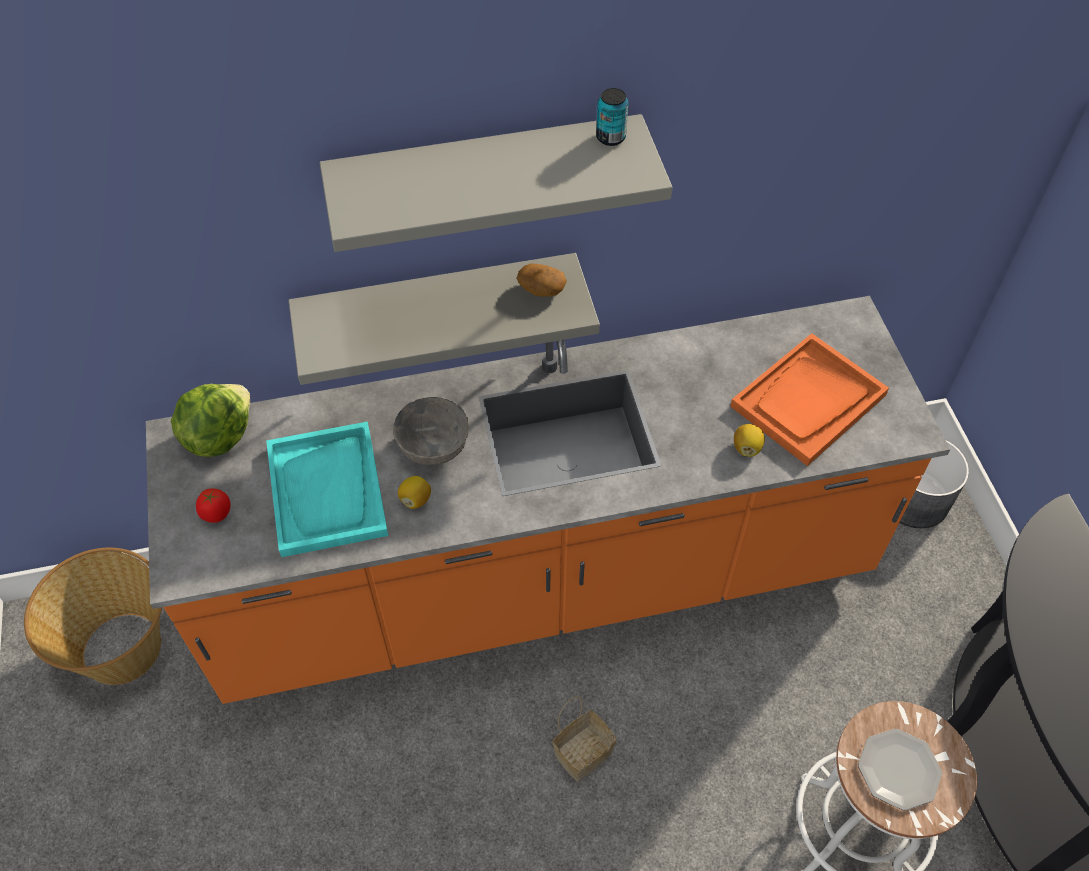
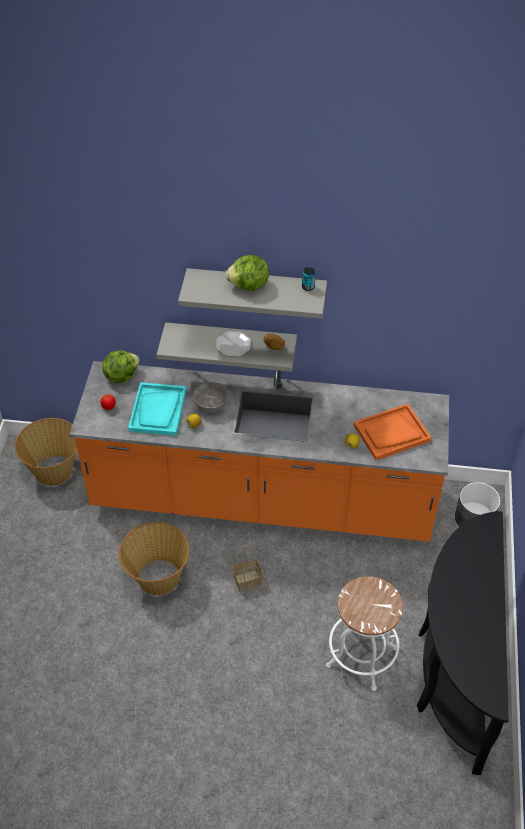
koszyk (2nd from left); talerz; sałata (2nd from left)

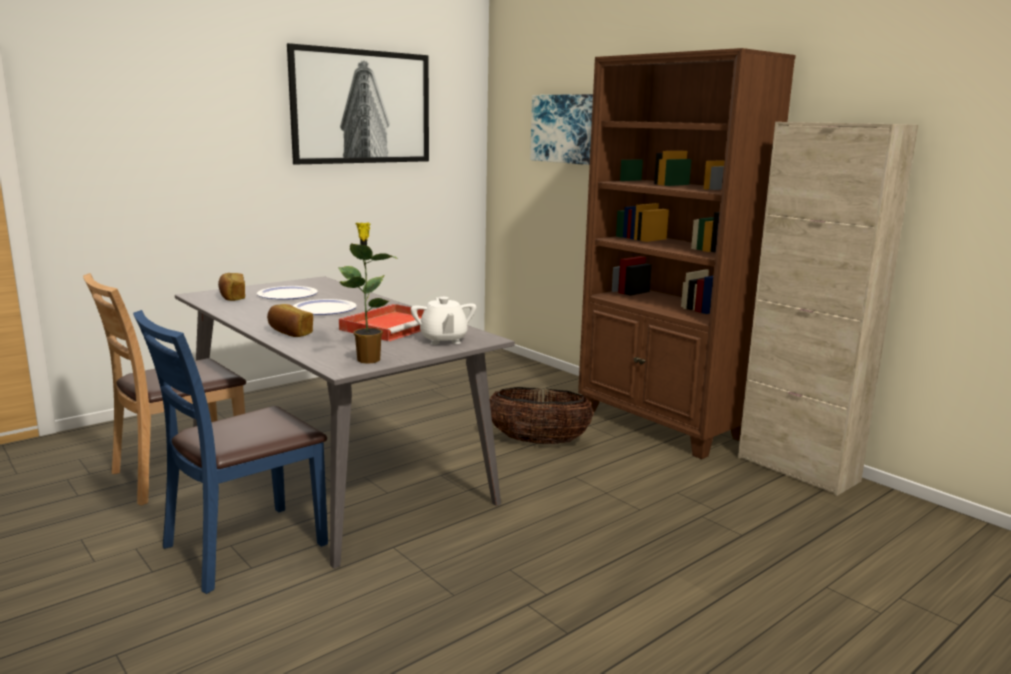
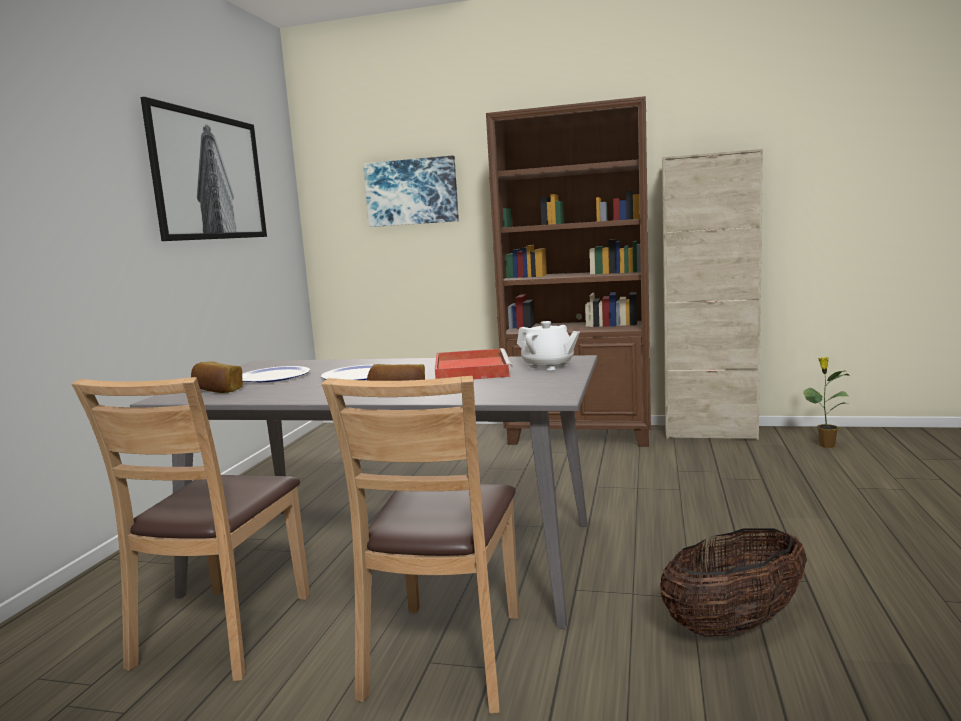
krzesło/brązowy (2nd from left); koszyk; roślina doniczkowa

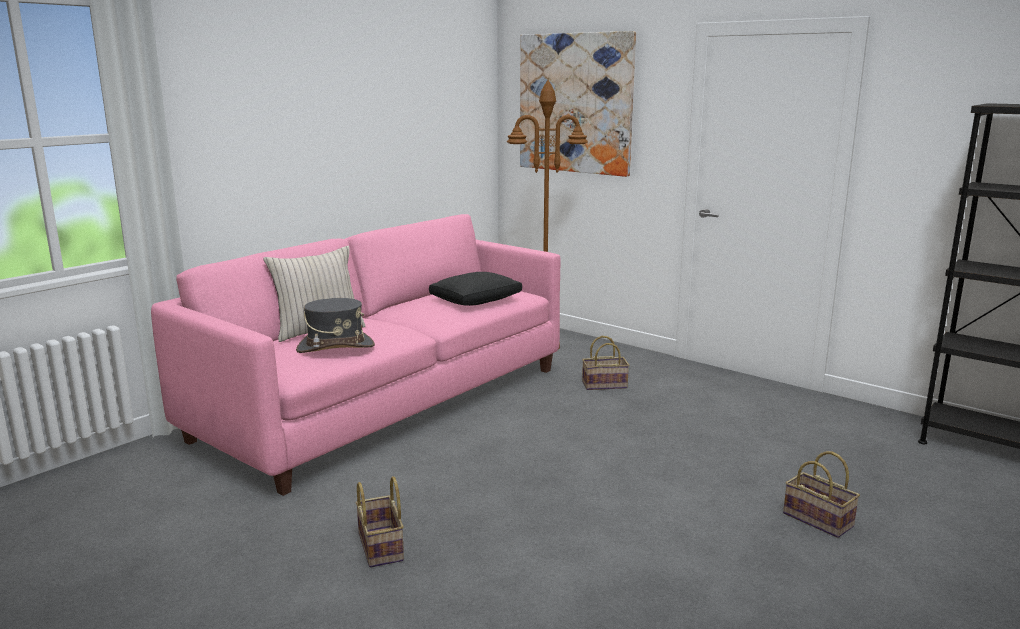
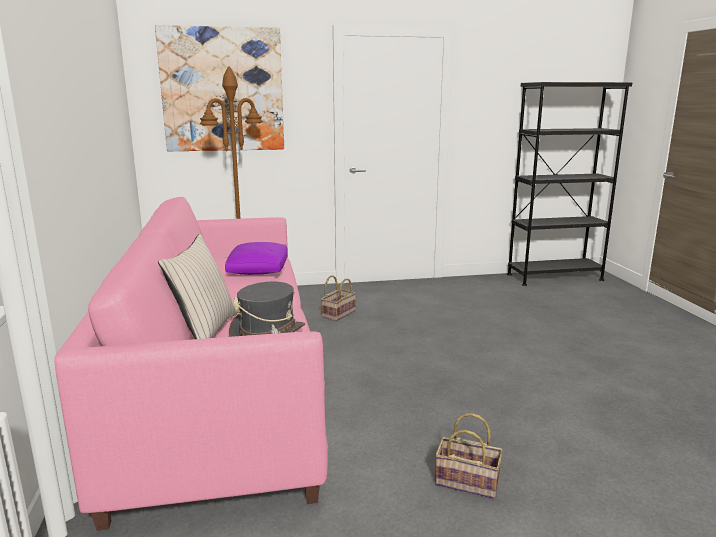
poduszka/fioletowy; koszyk (3rd from left in the first image)

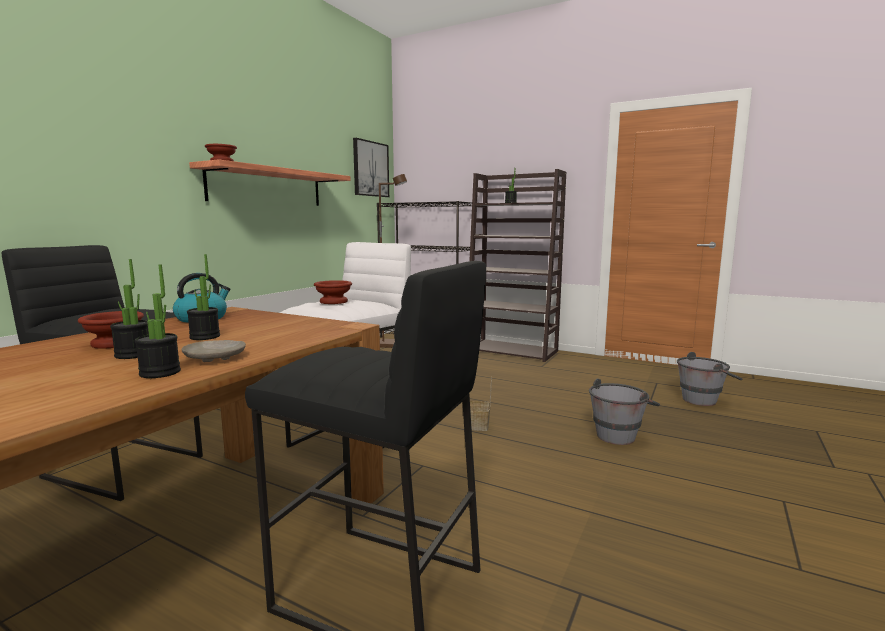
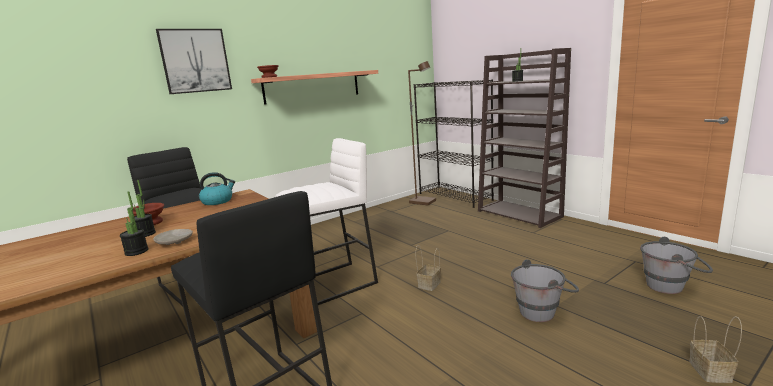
obraz; koszyk (2nd from left); roślina doniczkowa (3rd from left in the first image); miska/brązowy (3rd from left in the first image)

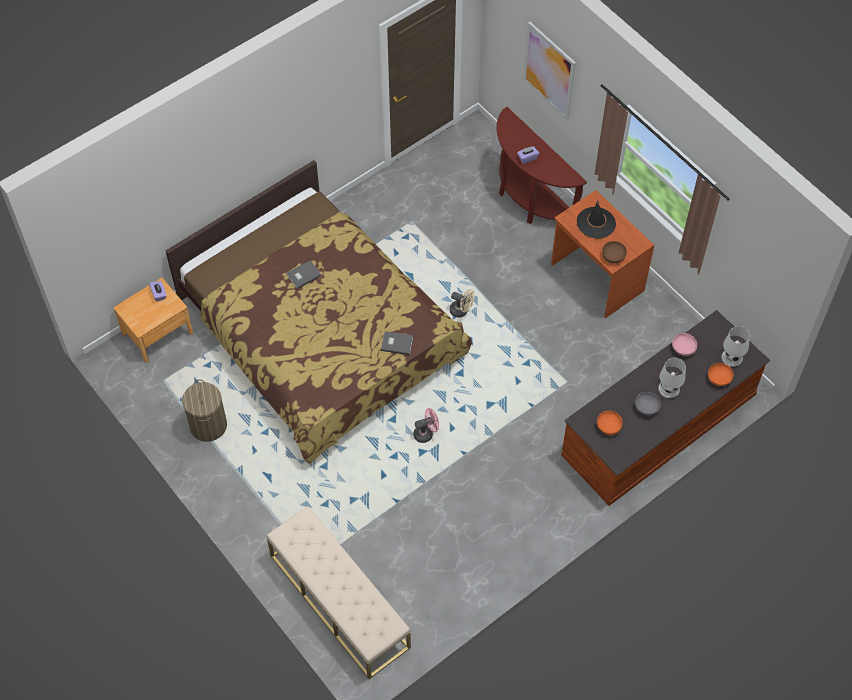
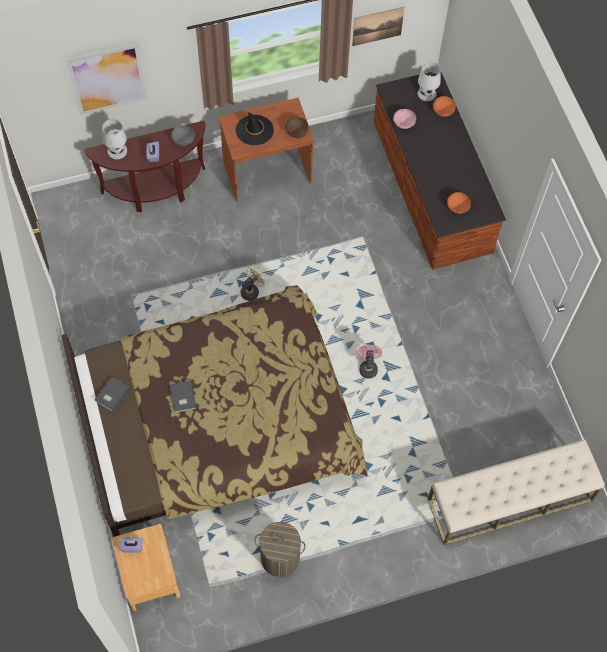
książka/szary (1st from left); lampa stołowa/biały (1st from left); miska/szary; obraz (2nd from left)

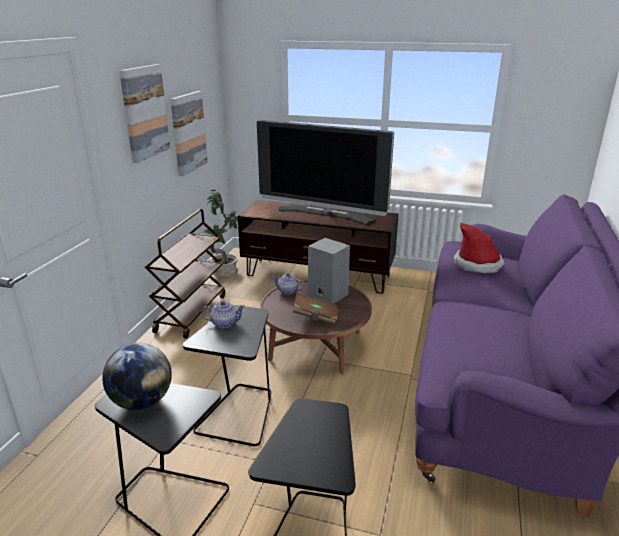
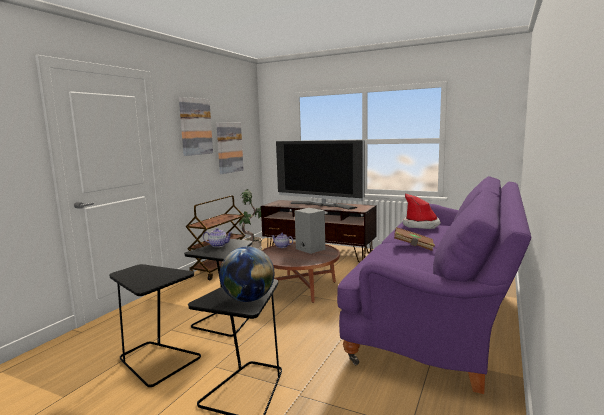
globus; książka/brązowy

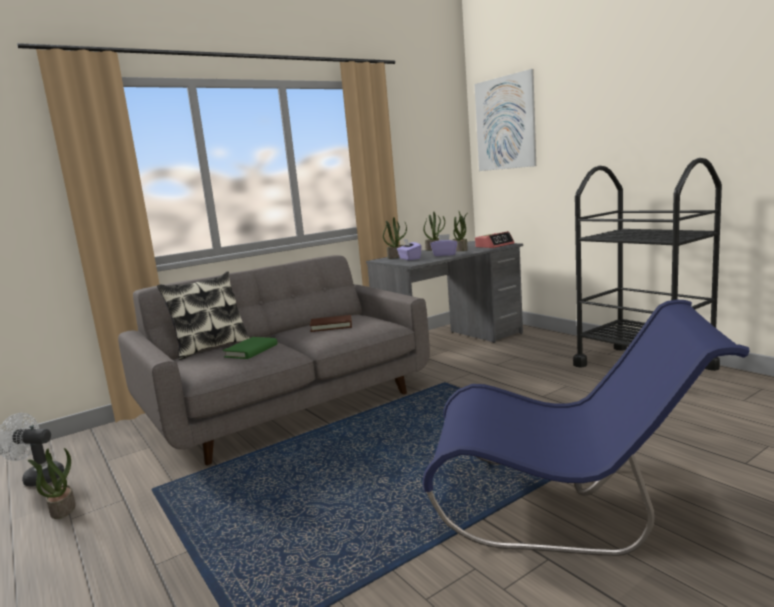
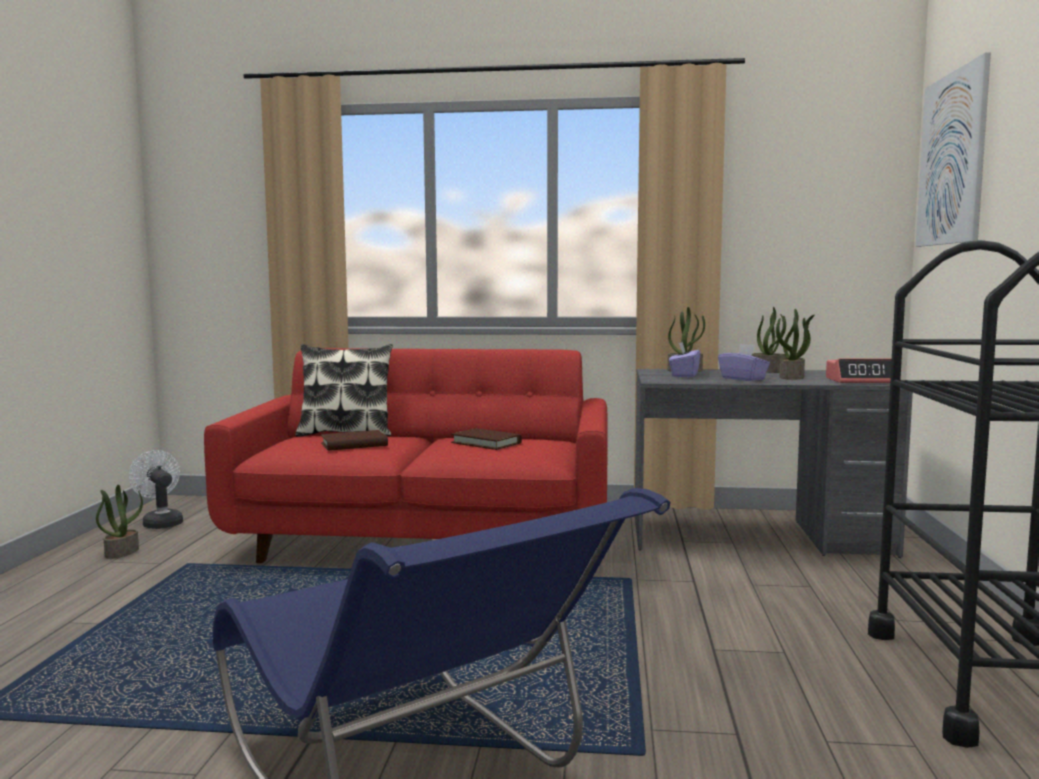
kanapa/czerwony; książka/brązowy (1st from left)

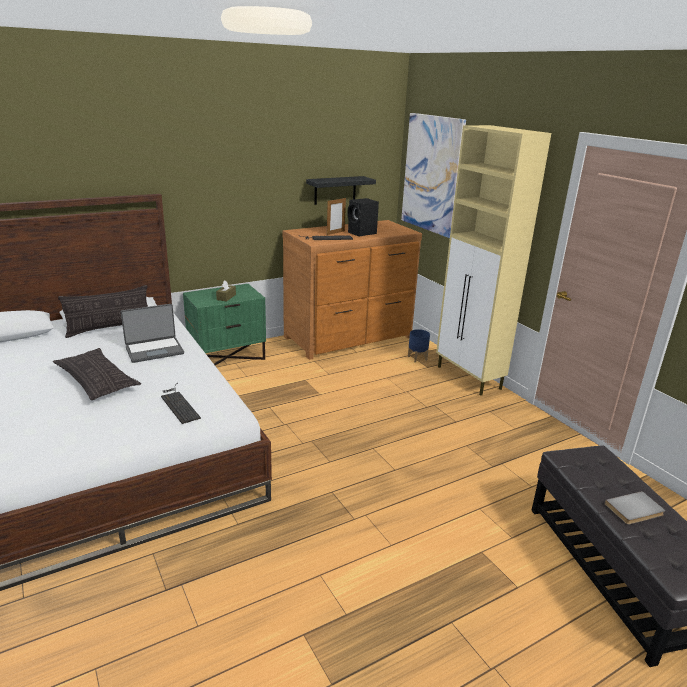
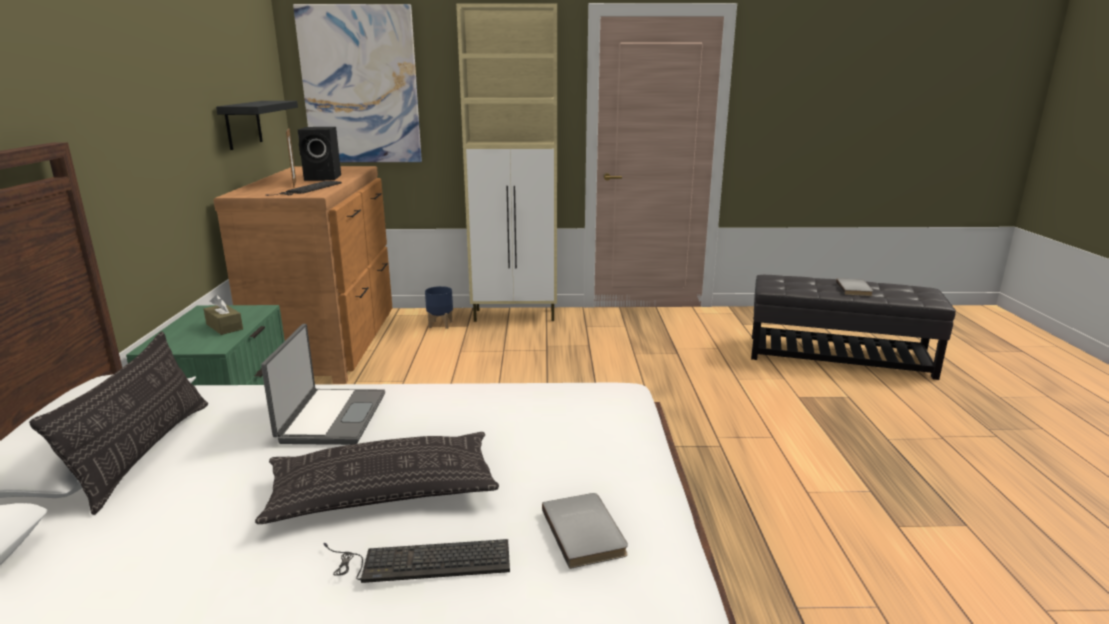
klawiatura (2nd from left); książka/szary (1st from left)

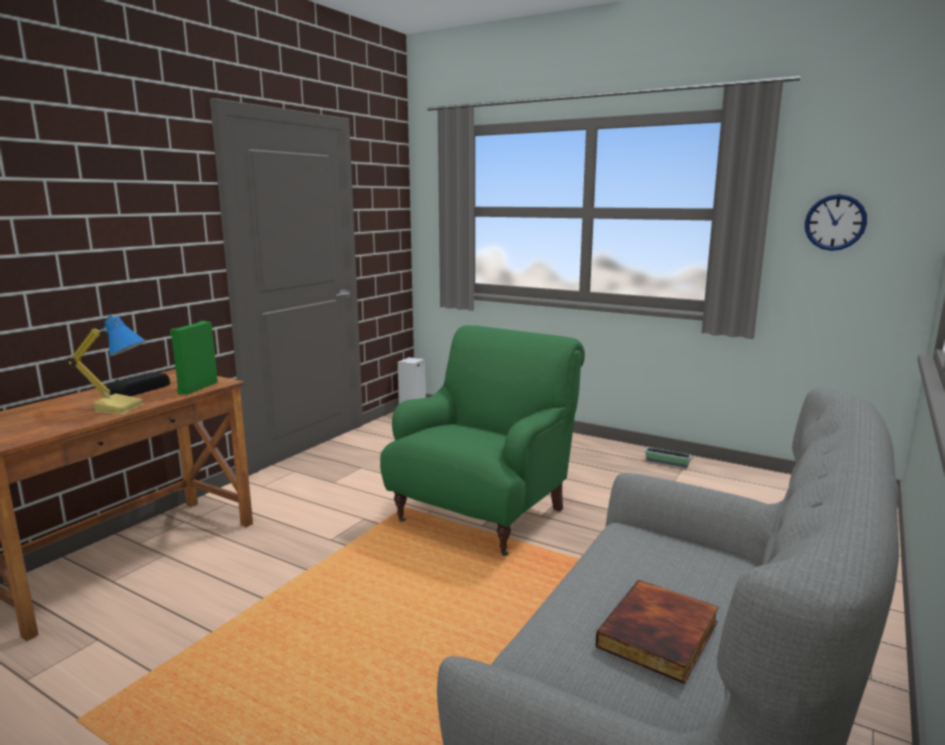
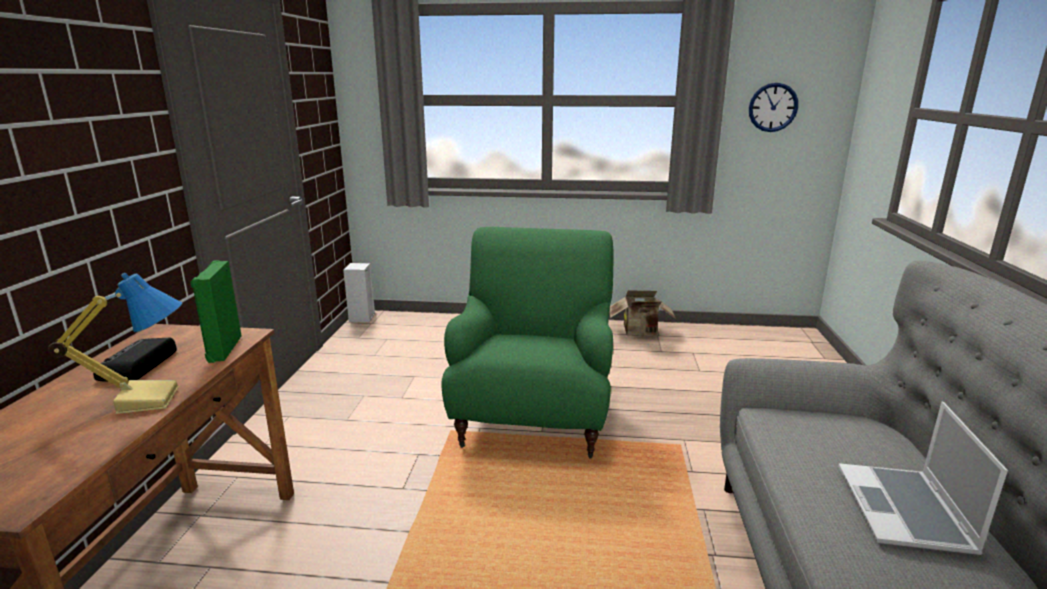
karton; laptop

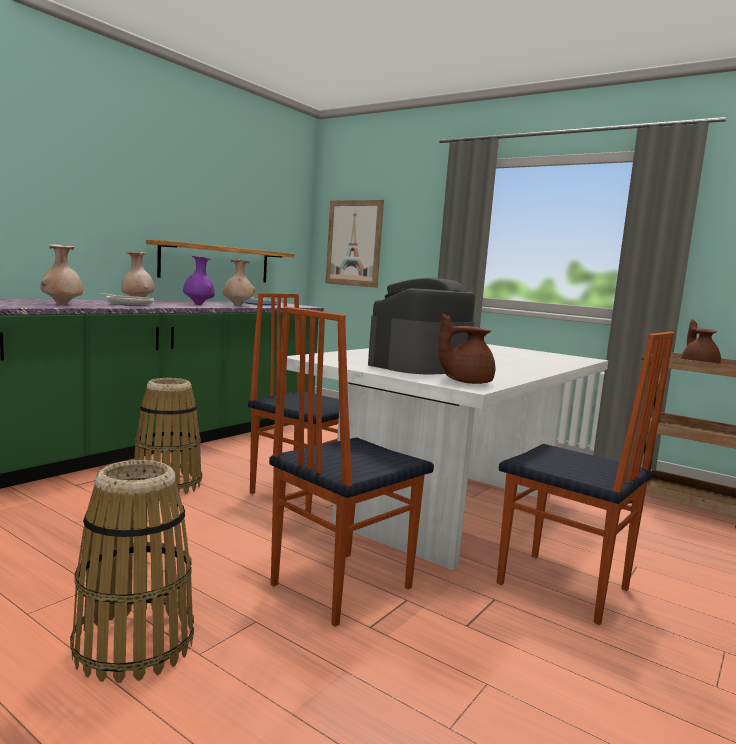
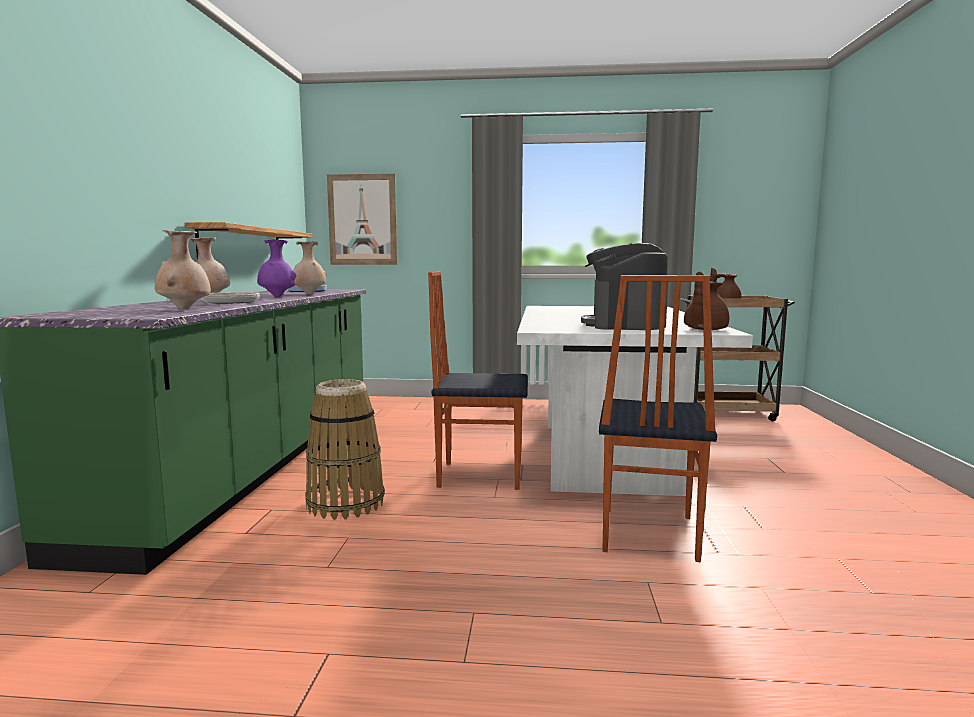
koszyk (1st from left in the first image); krzesło (3rd from left in the first image)

